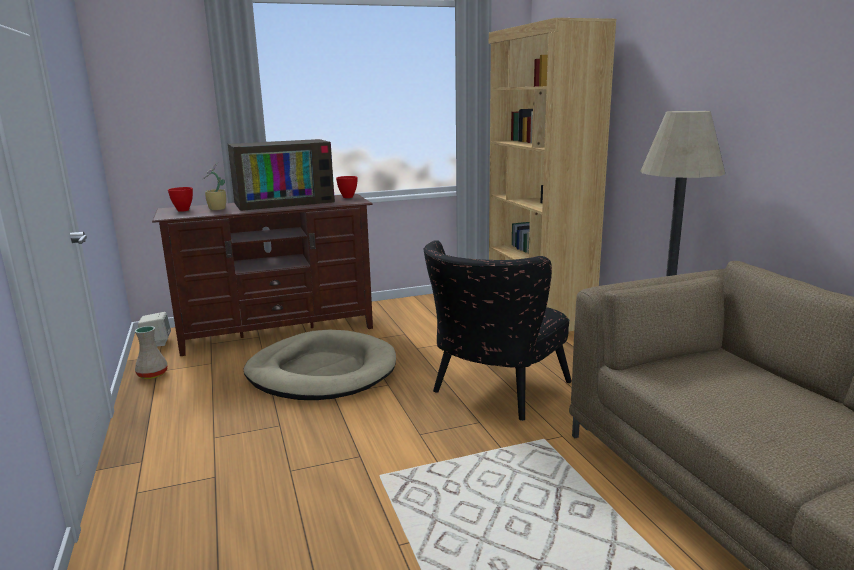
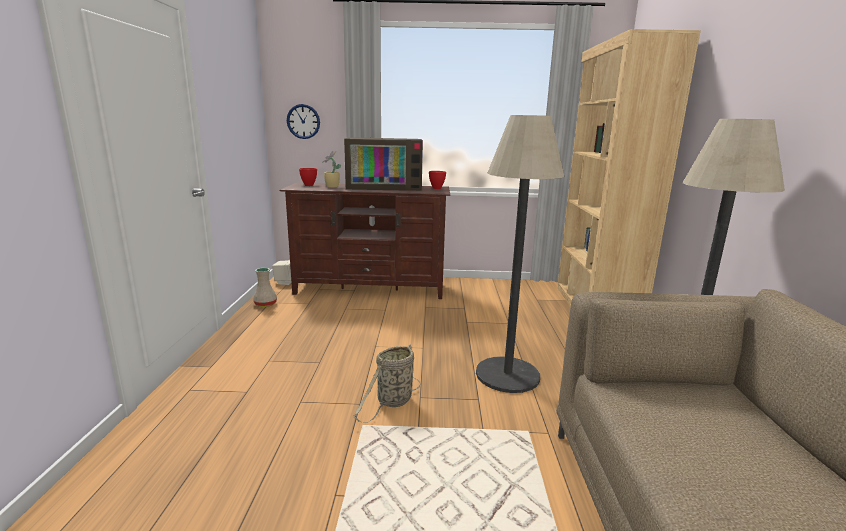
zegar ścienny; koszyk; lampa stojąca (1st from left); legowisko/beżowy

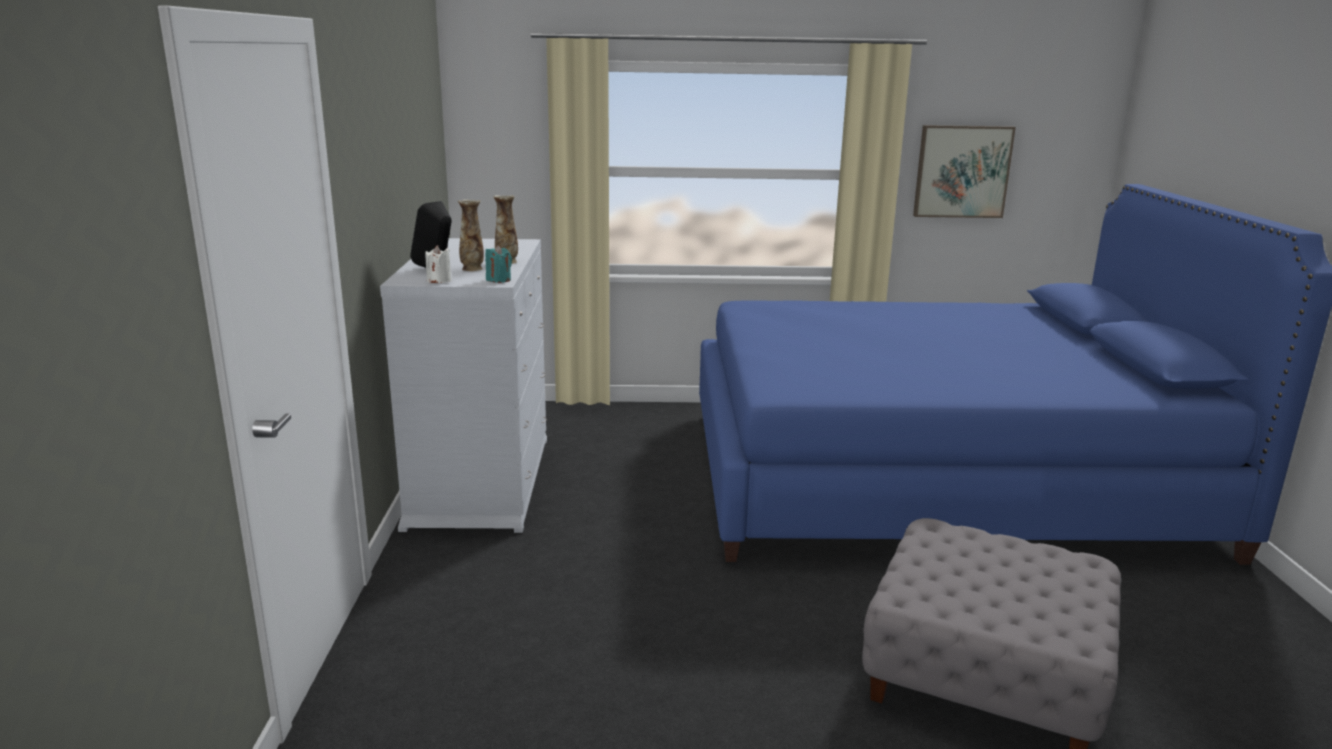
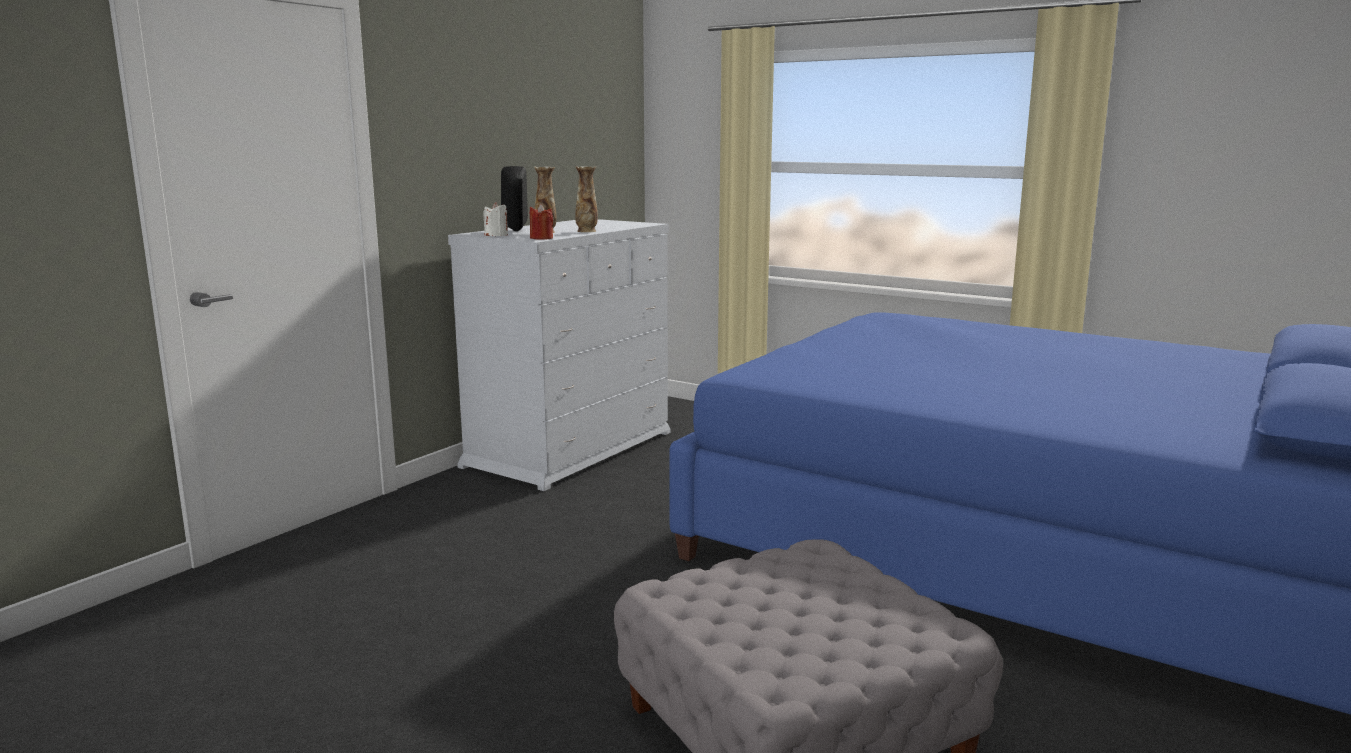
świeca/czerwony; obraz

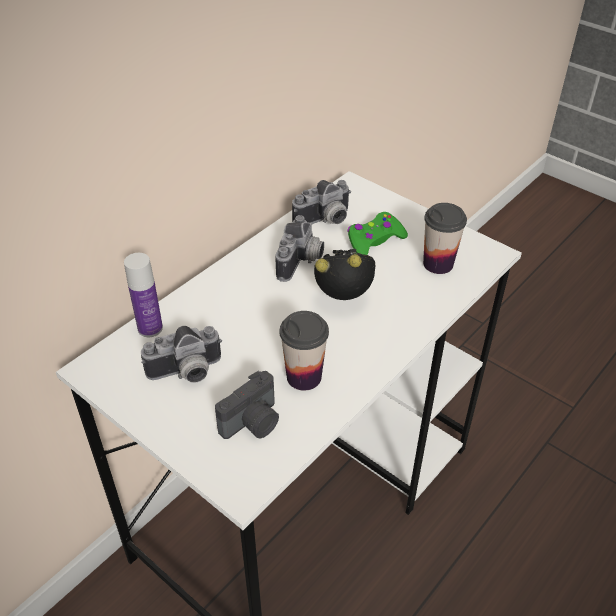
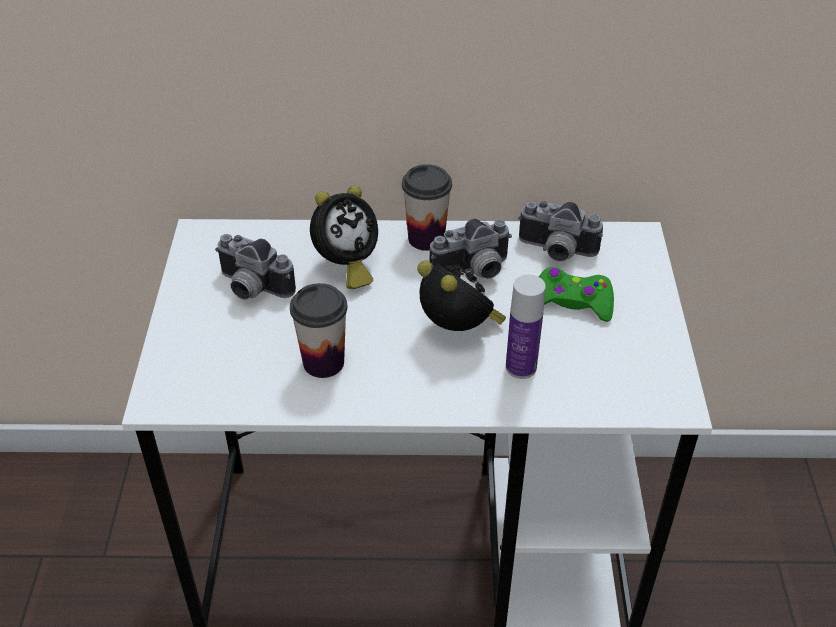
budzik (1st from left); filiżanka (2nd from left); butelka; aparat fotograficzny (2nd from left in the first image)

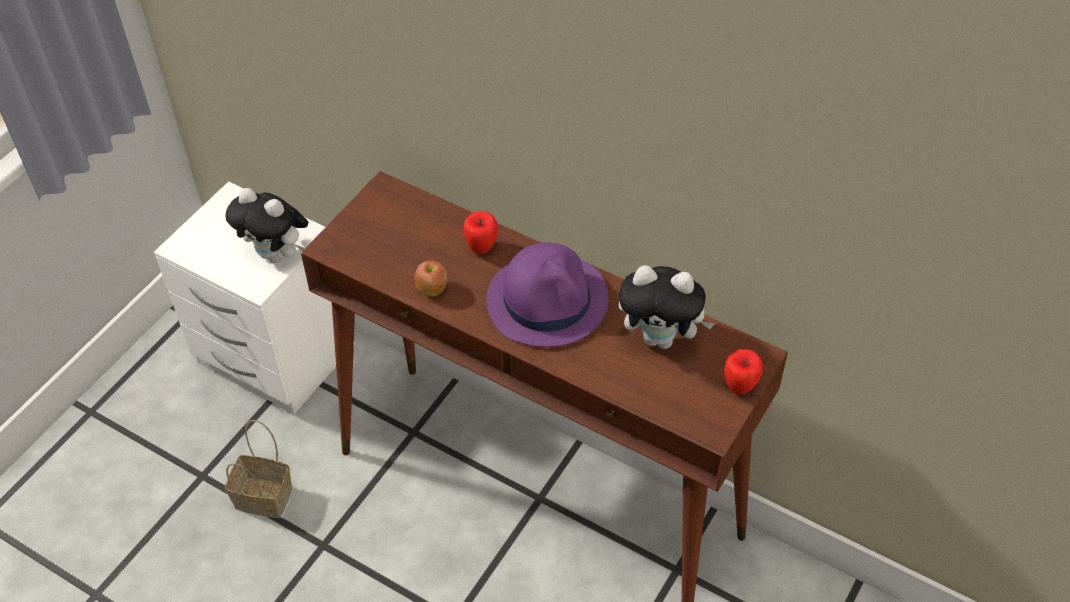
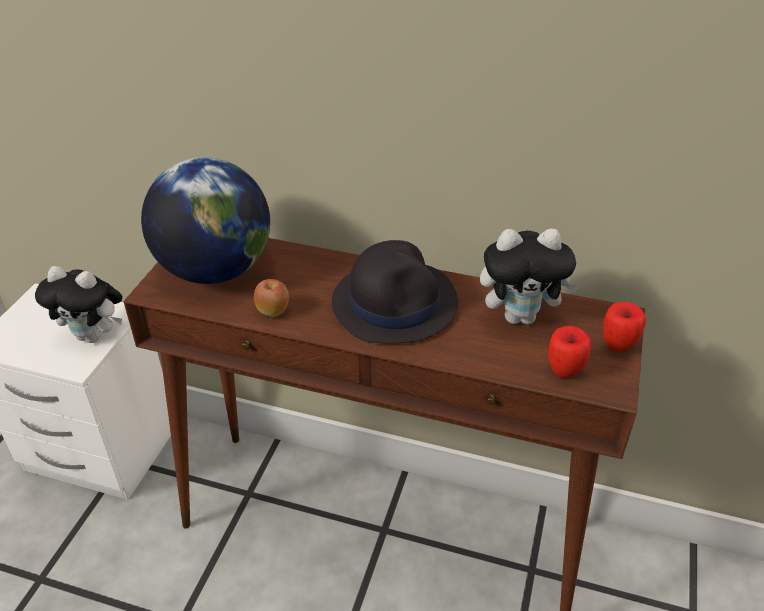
globus; kapelusz/czarny; jabłko (2nd from left); koszyk

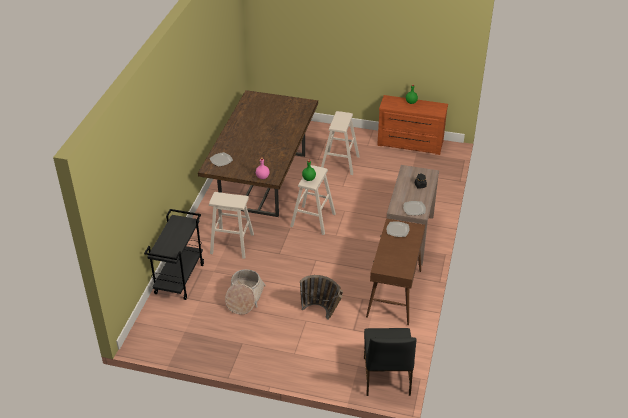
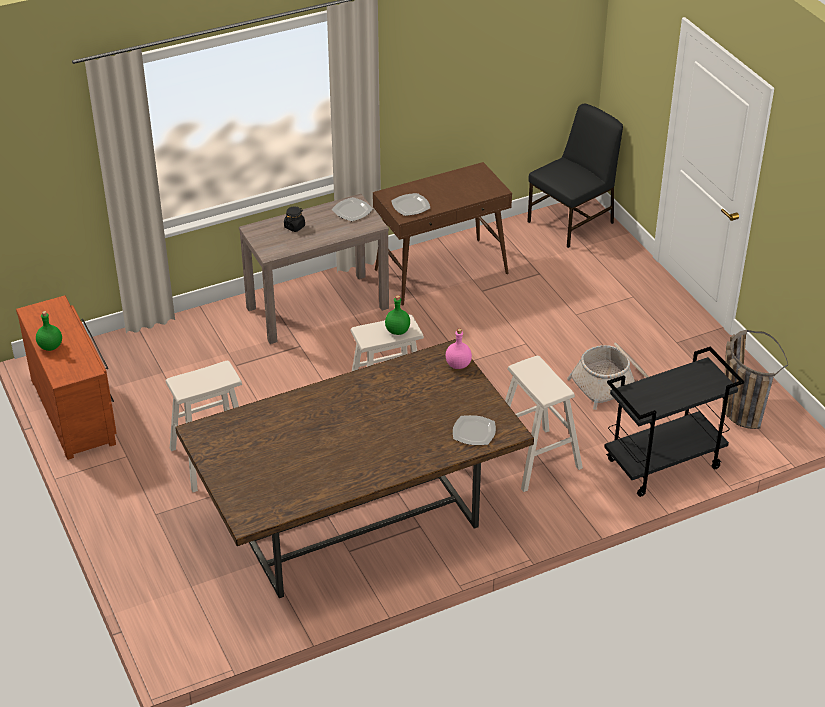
koszyk (2nd from left)

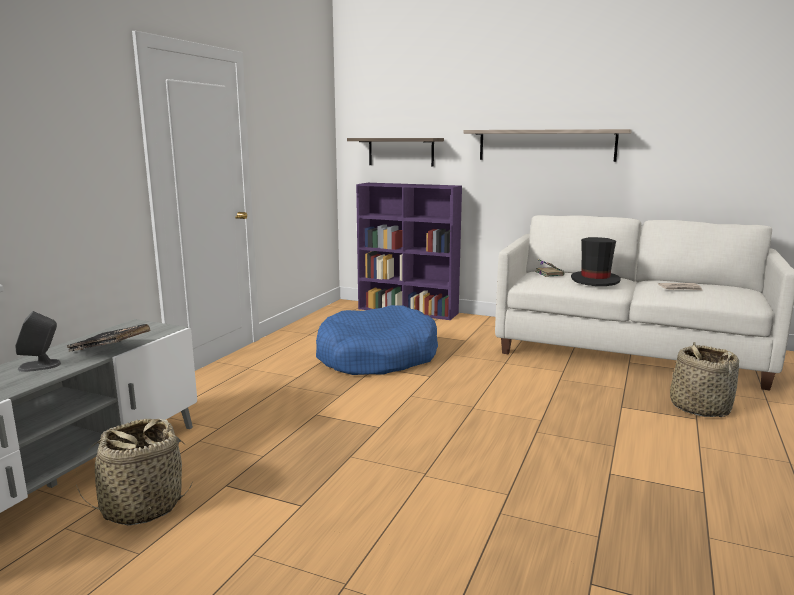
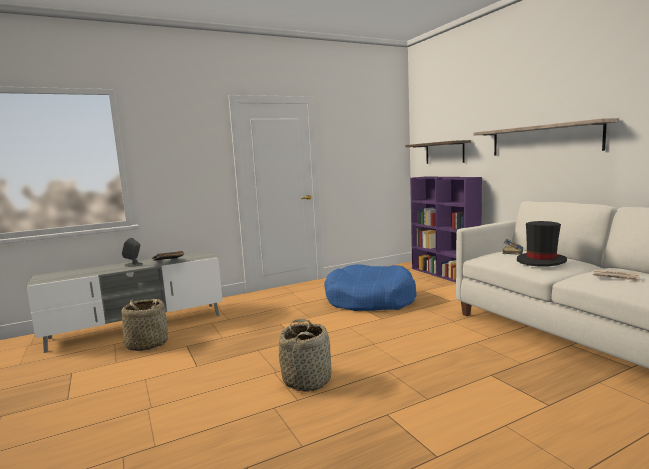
koszyk (2nd from left)

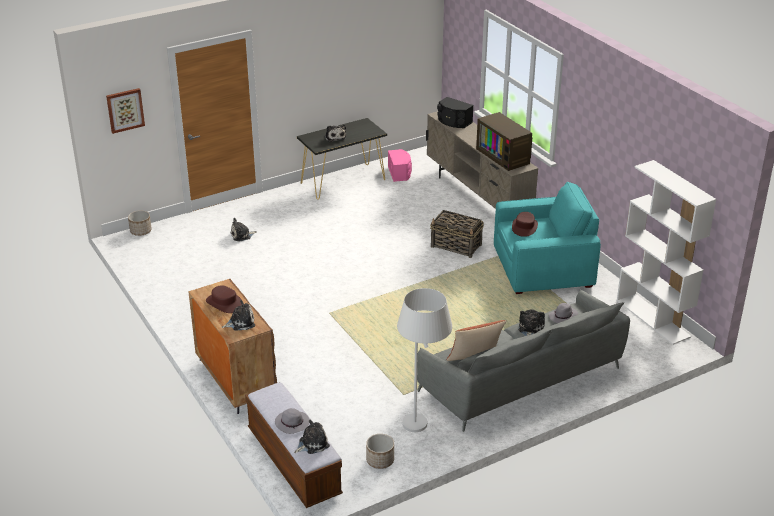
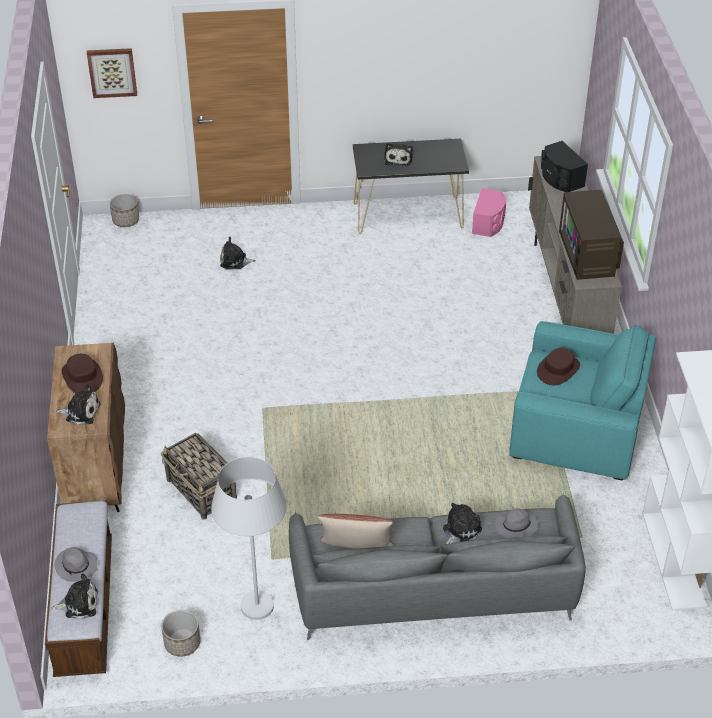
koszyk

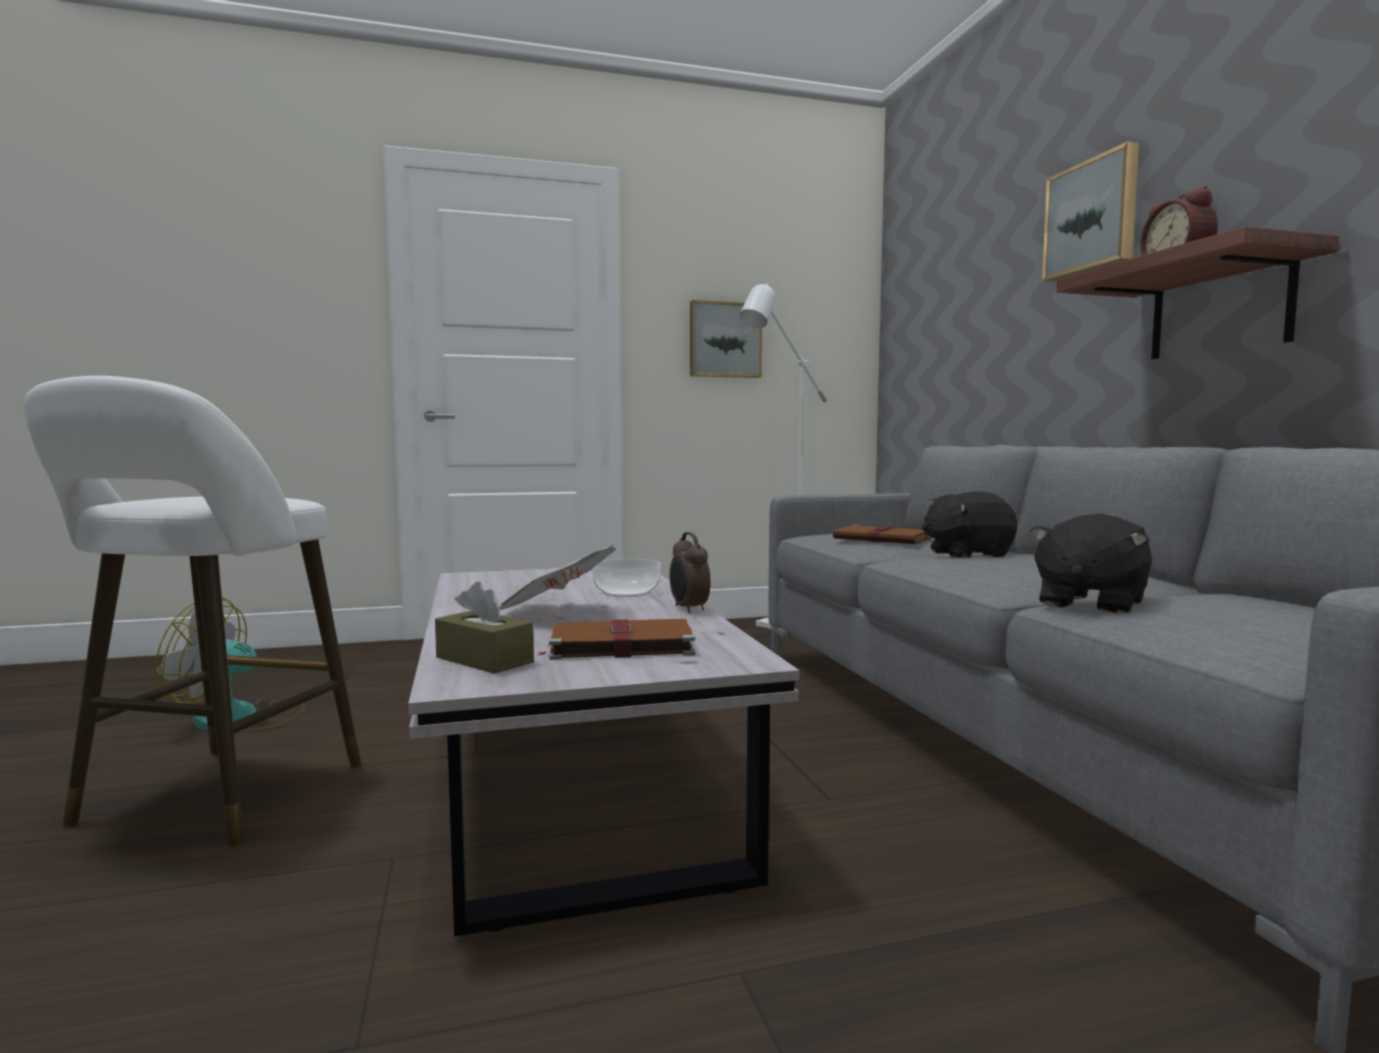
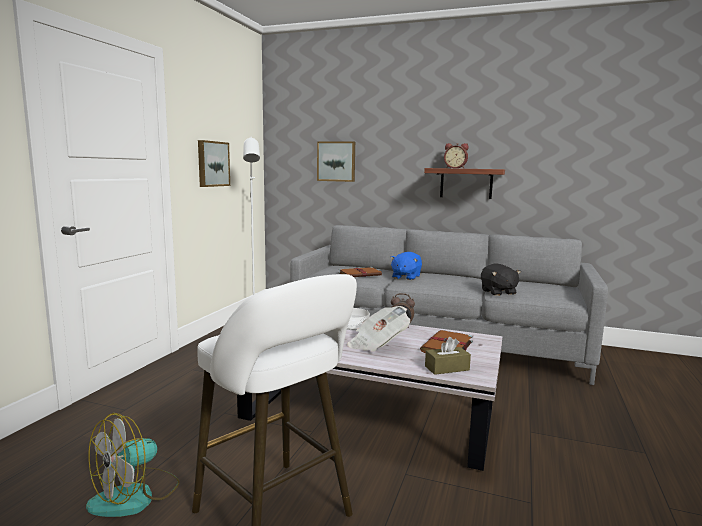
obraz (2nd from left); pluszak/niebieski

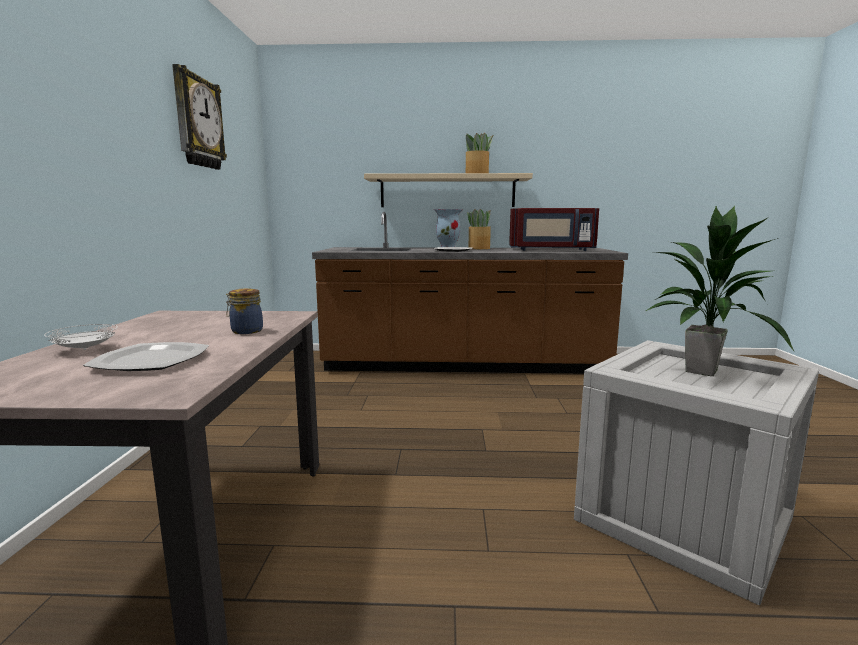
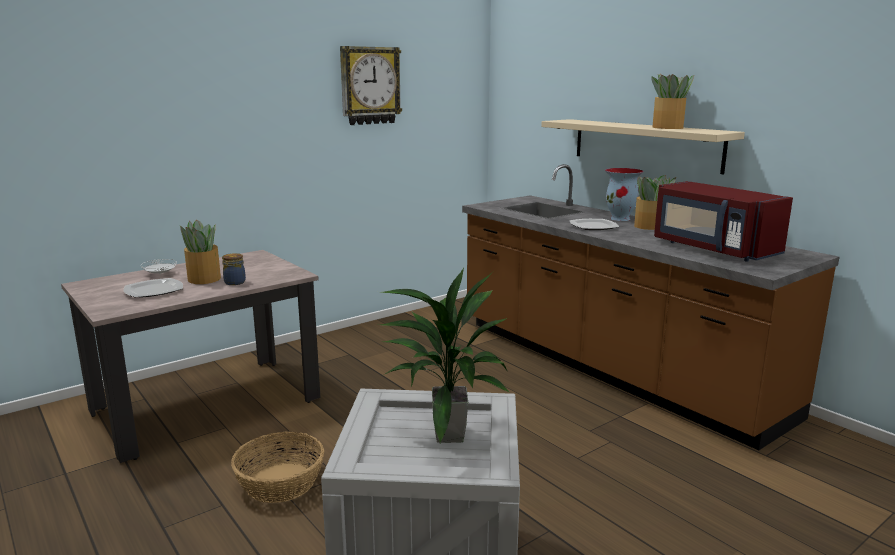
roślina doniczkowa (1st from left); koszyk

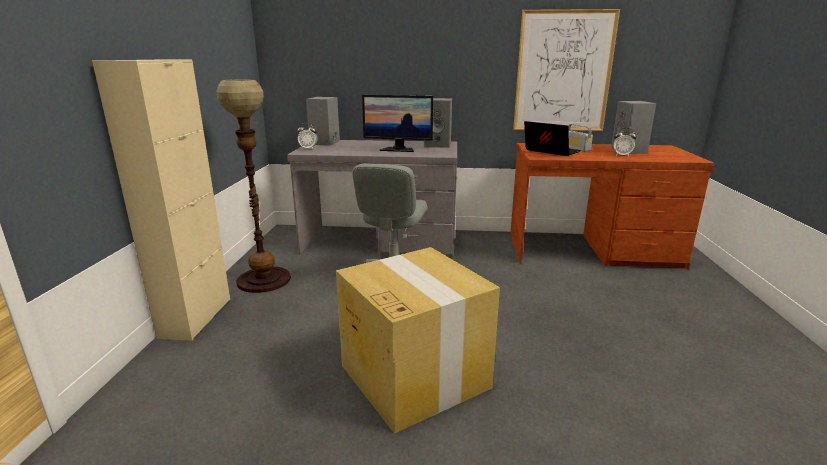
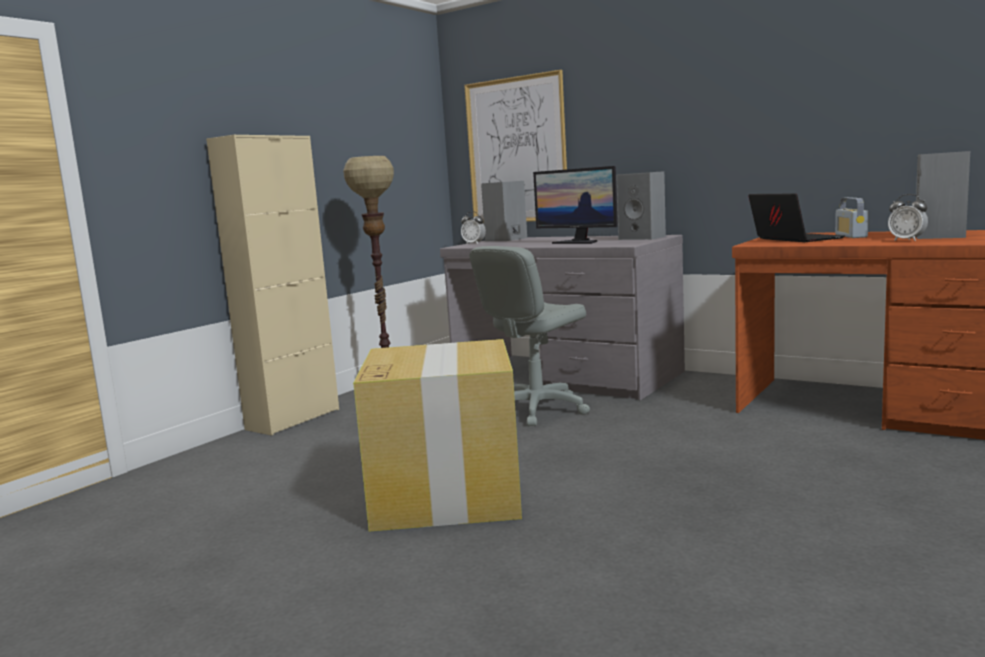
obraz

